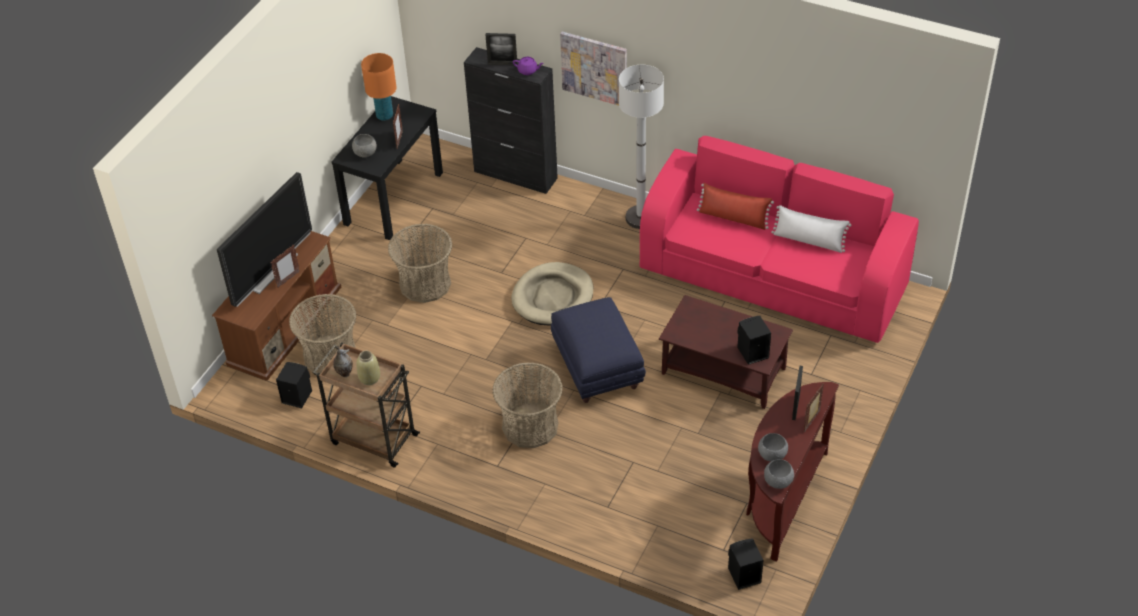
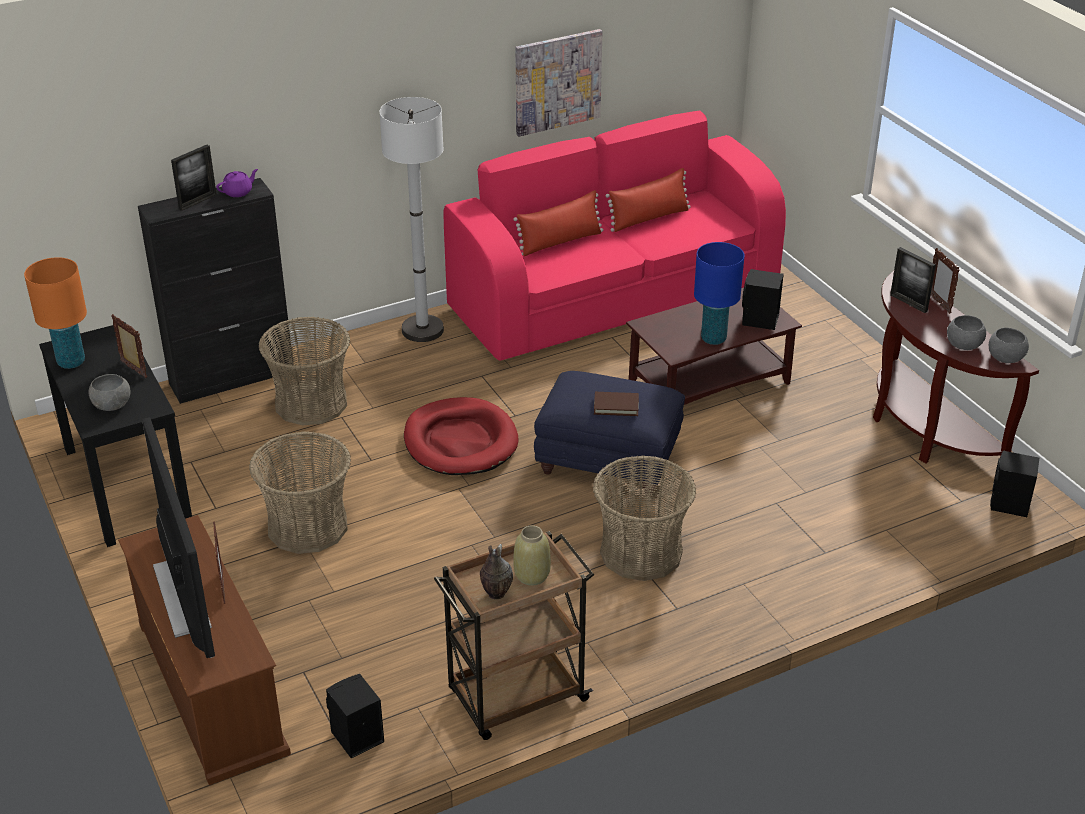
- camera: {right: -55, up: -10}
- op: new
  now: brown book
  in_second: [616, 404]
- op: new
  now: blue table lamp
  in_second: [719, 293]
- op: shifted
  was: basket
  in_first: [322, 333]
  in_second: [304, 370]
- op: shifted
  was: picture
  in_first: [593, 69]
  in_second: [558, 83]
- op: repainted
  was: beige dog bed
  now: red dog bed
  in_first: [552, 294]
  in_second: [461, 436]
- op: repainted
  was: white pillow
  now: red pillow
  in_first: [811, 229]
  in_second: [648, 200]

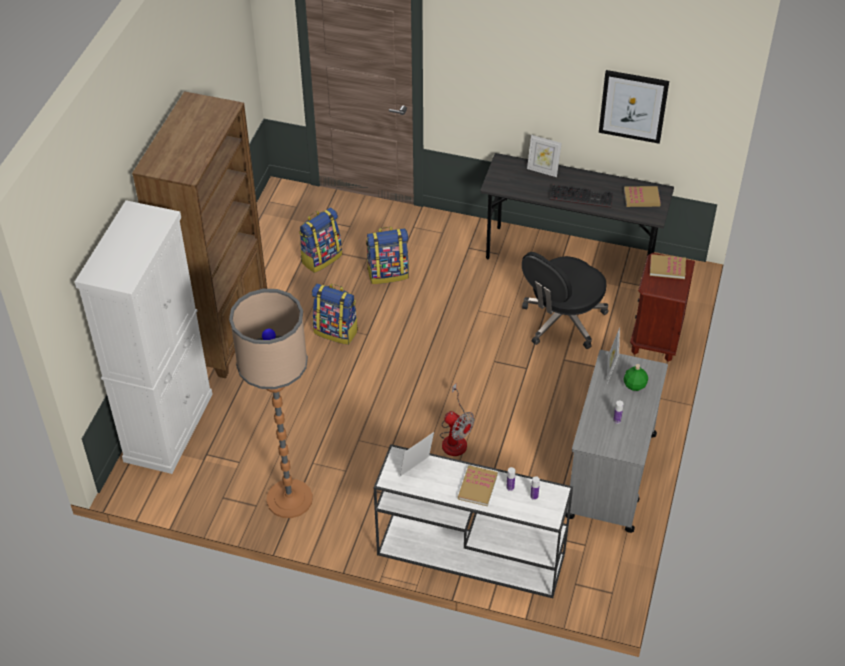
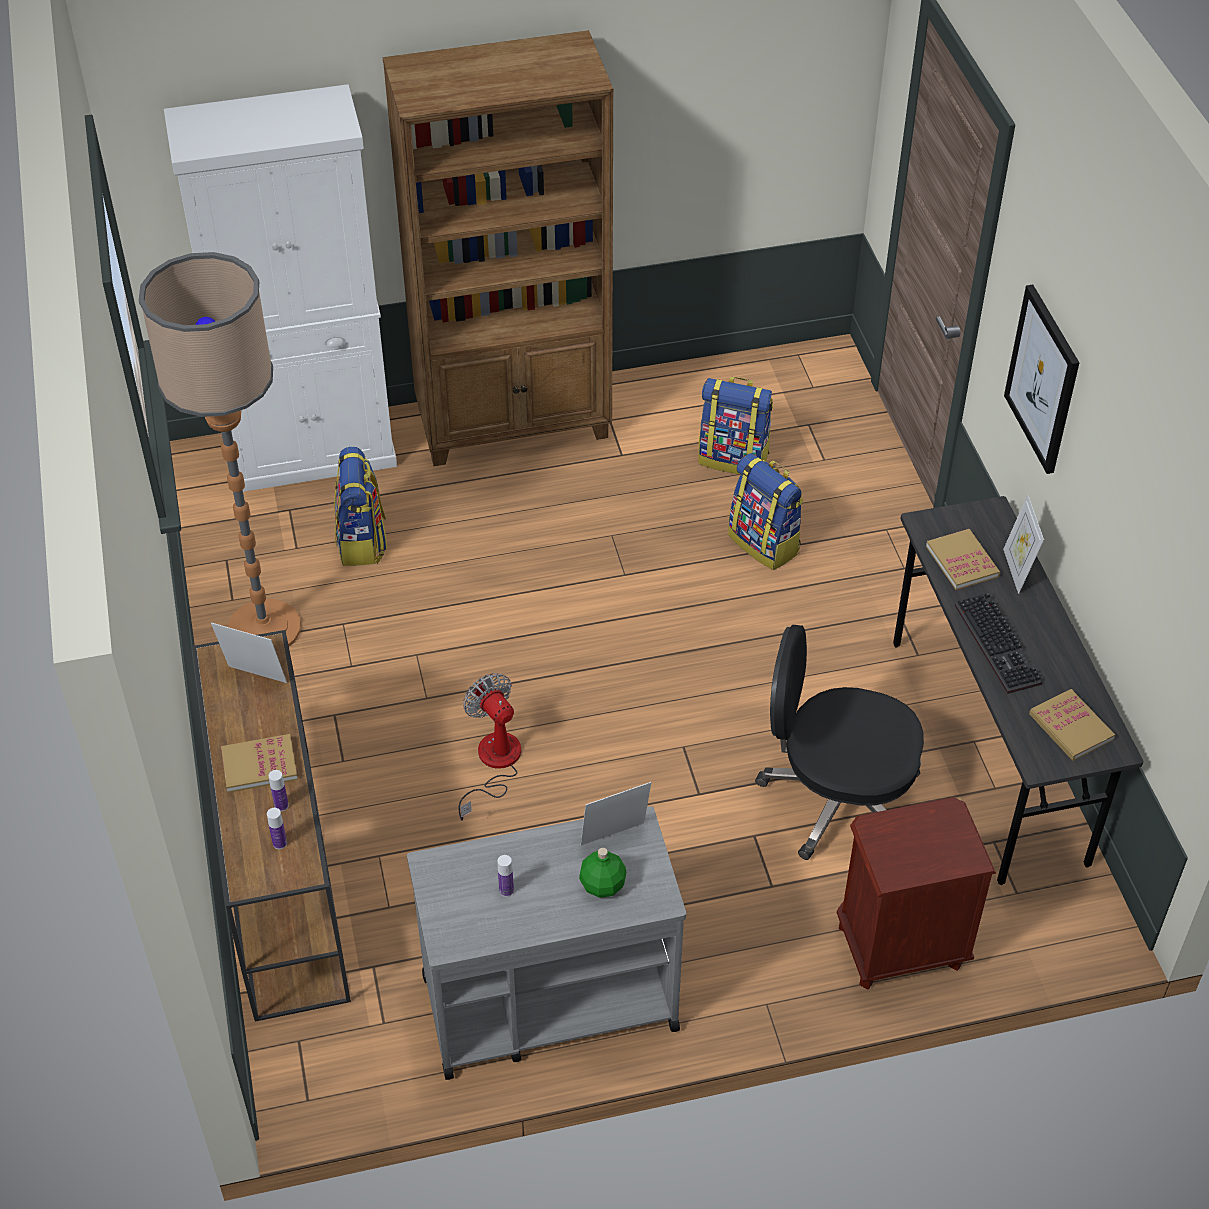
- camera: {right: 60, up: 0}
- op: shifted
  was: backpack
  in_first: [335, 314]
  in_second: [360, 506]
- op: shifted
  was: picture
  in_first: [634, 107]
  in_second: [1041, 379]
- op: shifted
  was: book
  in_first: [668, 266]
  in_second: [963, 559]
- op: repainted
  was: white console table
  now: brown console table
  in_first: [473, 521]
  in_second: [271, 826]
- op: rotated
  was: fan
  in_first: [457, 419]
  in_second: [490, 747]
  clockwise: 135

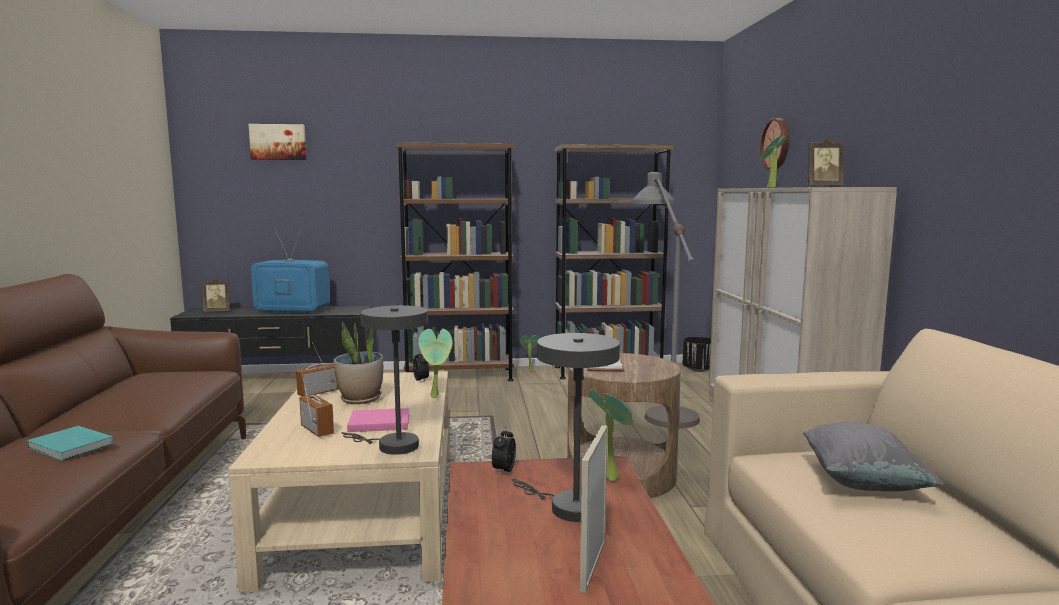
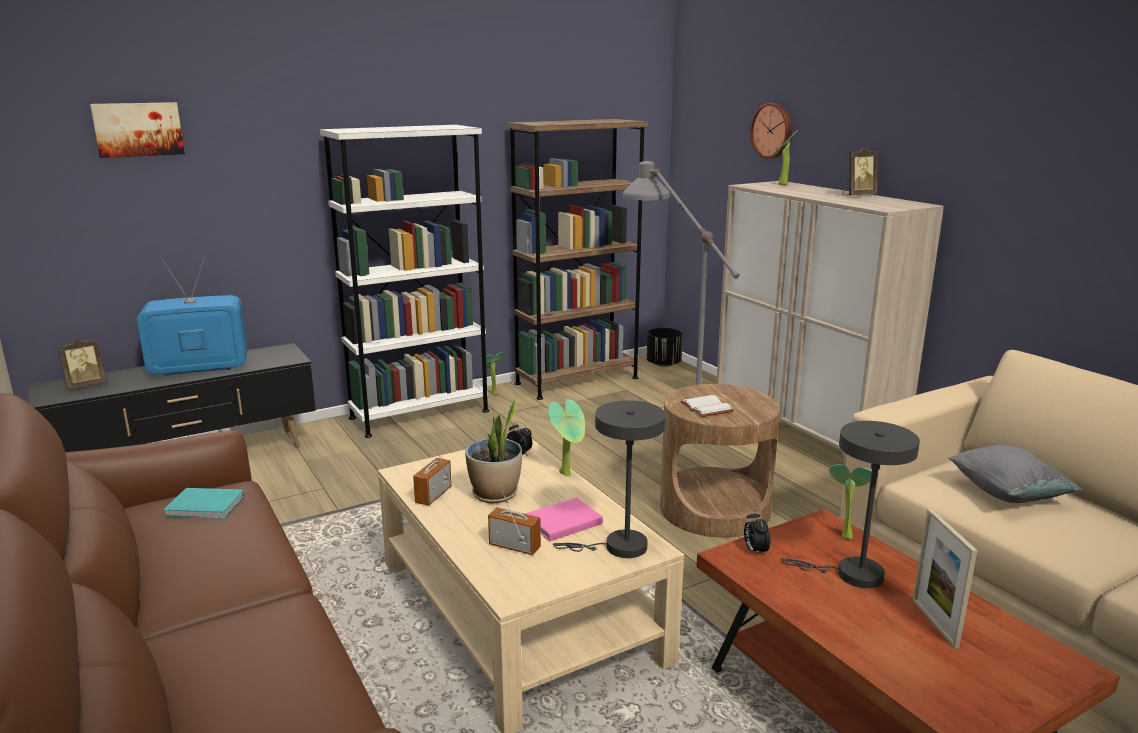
- camera: {right: -25, up: 10}
- op: shifted
  was: turquoise book
  in_first: [70, 443]
  in_second: [203, 503]
- op: repainted
  was: brown bookcase
  now: white bookcase
  in_first: [455, 262]
  in_second: [404, 281]

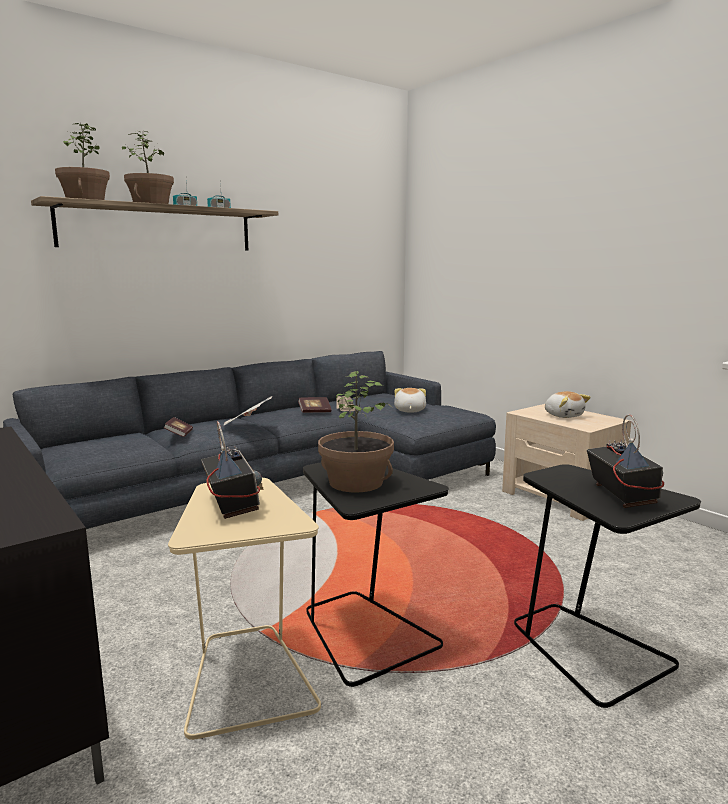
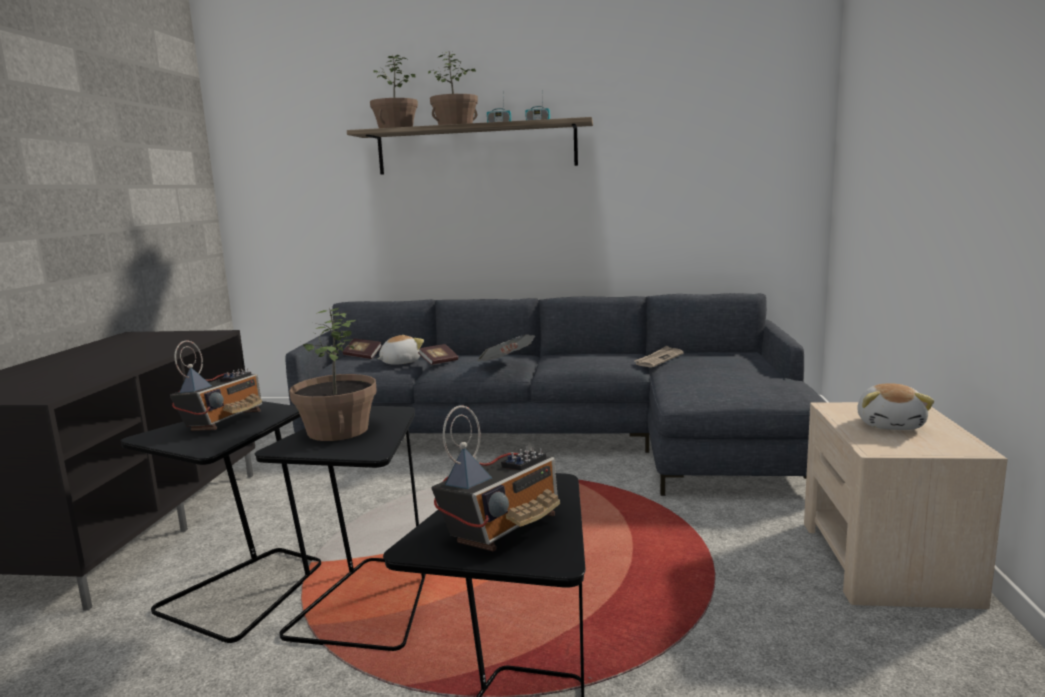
- camera: {right: 45, up: 0}
- op: shifted
  was: book
  in_first: [315, 405]
  in_second: [362, 349]
- op: shifted
  was: plush toy
  in_first: [410, 400]
  in_second: [401, 350]
- op: repainted
  was: beige side table
  now: black side table
  in_first: [244, 609]
  in_second: [221, 522]

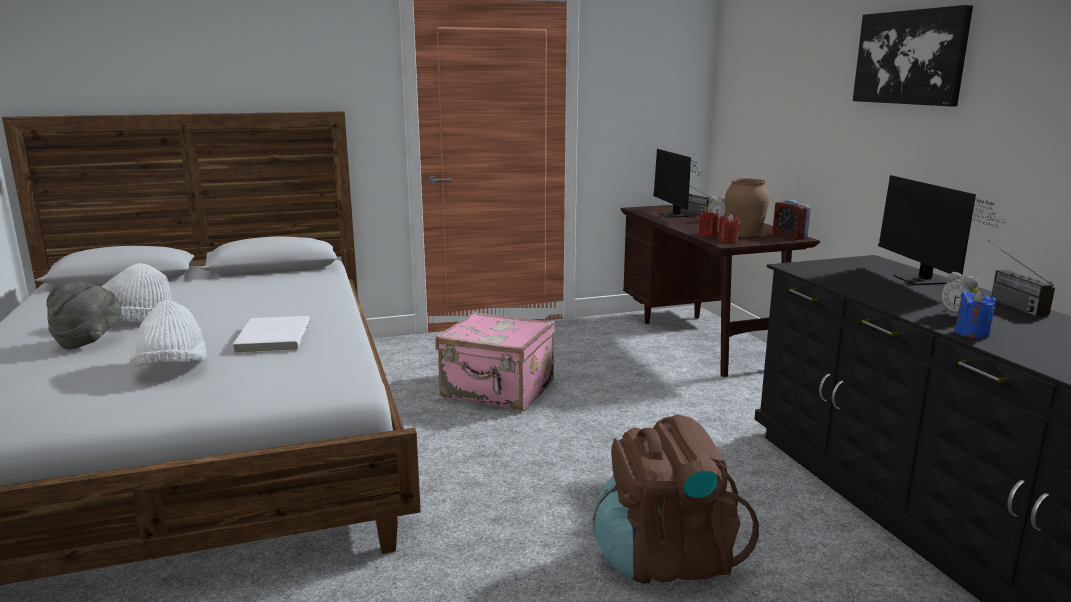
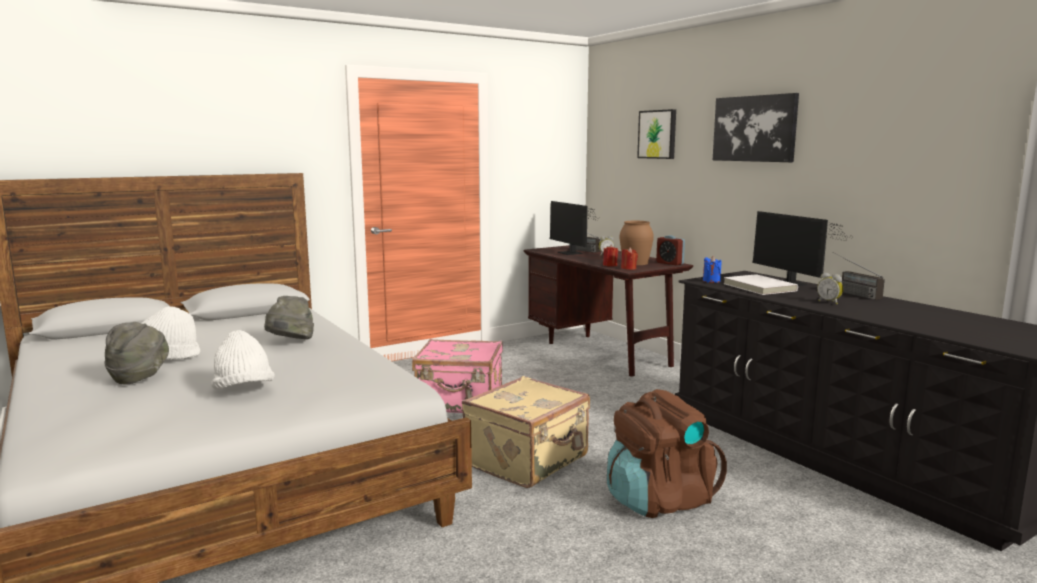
- camera: {right: -15, up: -5}
- op: new
  now: grey hat
  in_second: [289, 317]
- op: new
  now: beige suitcase
  in_second: [526, 432]
- op: new
  now: picture
  in_second: [656, 134]
- op: shifted
  was: white book
  in_first: [271, 335]
  in_second: [761, 284]
- op: shifted
  was: blue candle
  in_first: [975, 314]
  in_second: [712, 269]

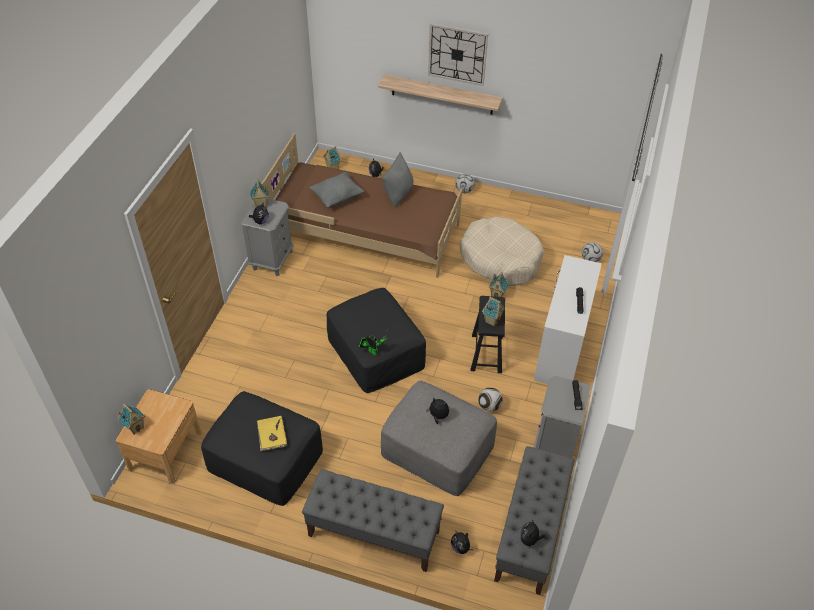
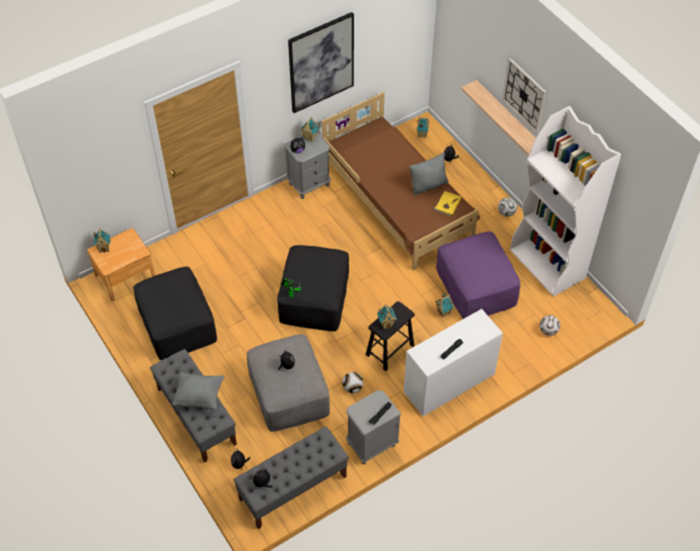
- camera: {right: 40, up: 5}
- op: new
  now: picture
  in_second: [321, 62]
- op: new
  now: white bookcase
  in_second: [565, 201]
- op: shifted
  was: yellow book
  in_first: [272, 433]
  in_second: [447, 203]
- op: shifted
  was: grey pillow
  in_first: [336, 189]
  in_second: [198, 391]
- op: swapped
  was: beige dog bed
  now: purple ottoman
  in_first: [502, 251]
  in_second: [478, 275]

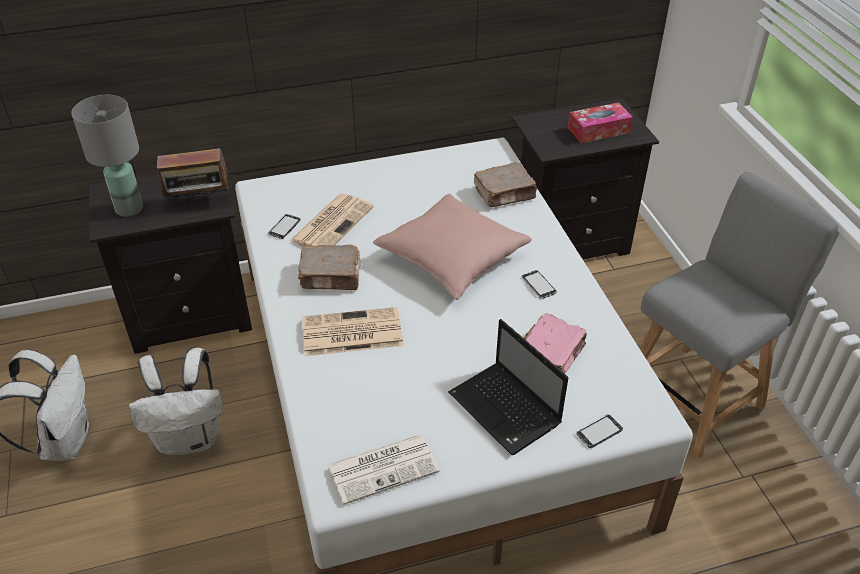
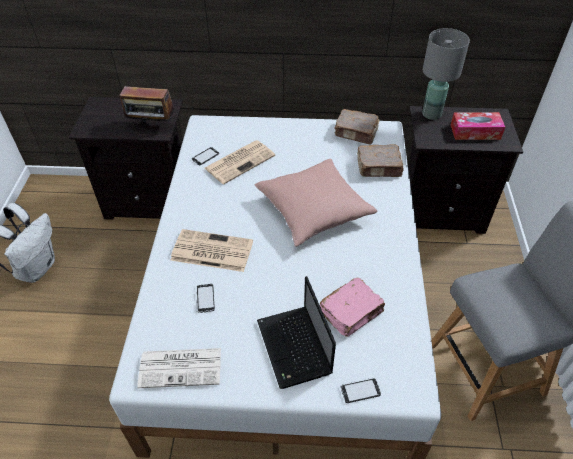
- camera: {right: 20, up: 5}
- op: gone
  was: white backpack
  in_first: [176, 402]
- op: shifted
  was: grey table lamp
  in_first: [107, 156]
  in_second: [446, 74]
- op: shifted
  was: brown book
  in_first: [330, 267]
  in_second: [357, 127]
- op: shifted
  was: phone
  in_first: [539, 284]
  in_second: [205, 298]

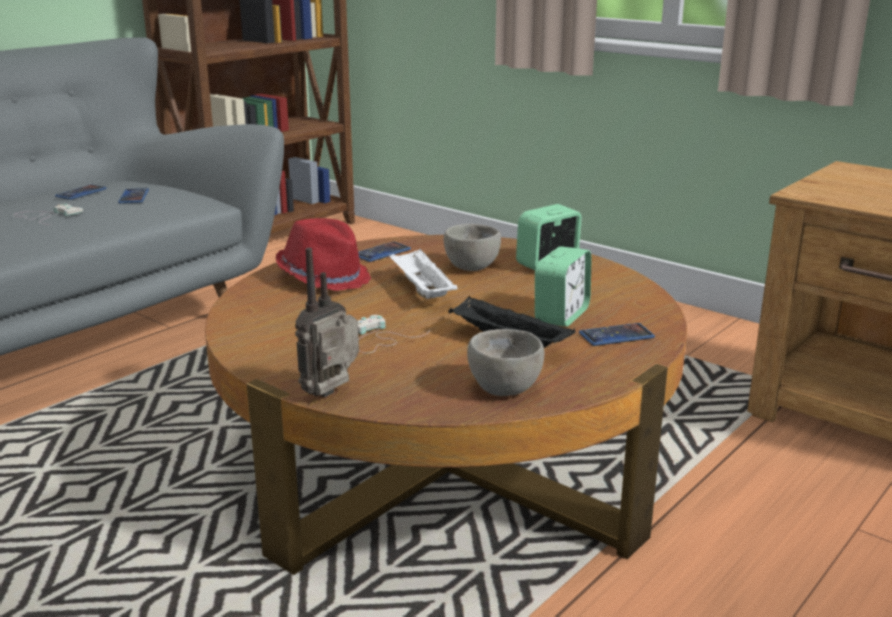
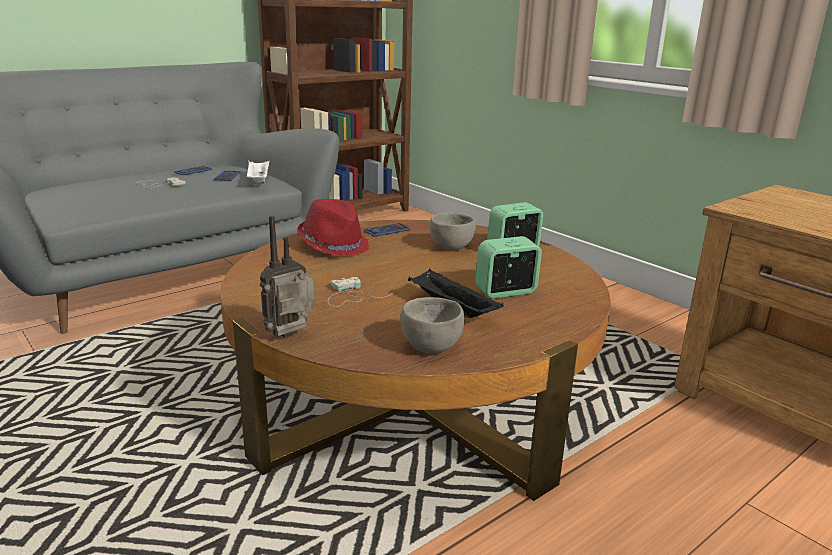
- camera: {right: 10, up: 0}
- op: gone
  was: phone
  in_first: [617, 334]
- op: shifted
  was: white tray
  in_first: [423, 273]
  in_second: [258, 172]
- op: rotated
  was: alarm clock
  in_first: [563, 286]
  in_second: [508, 267]
  clockwise: -150

